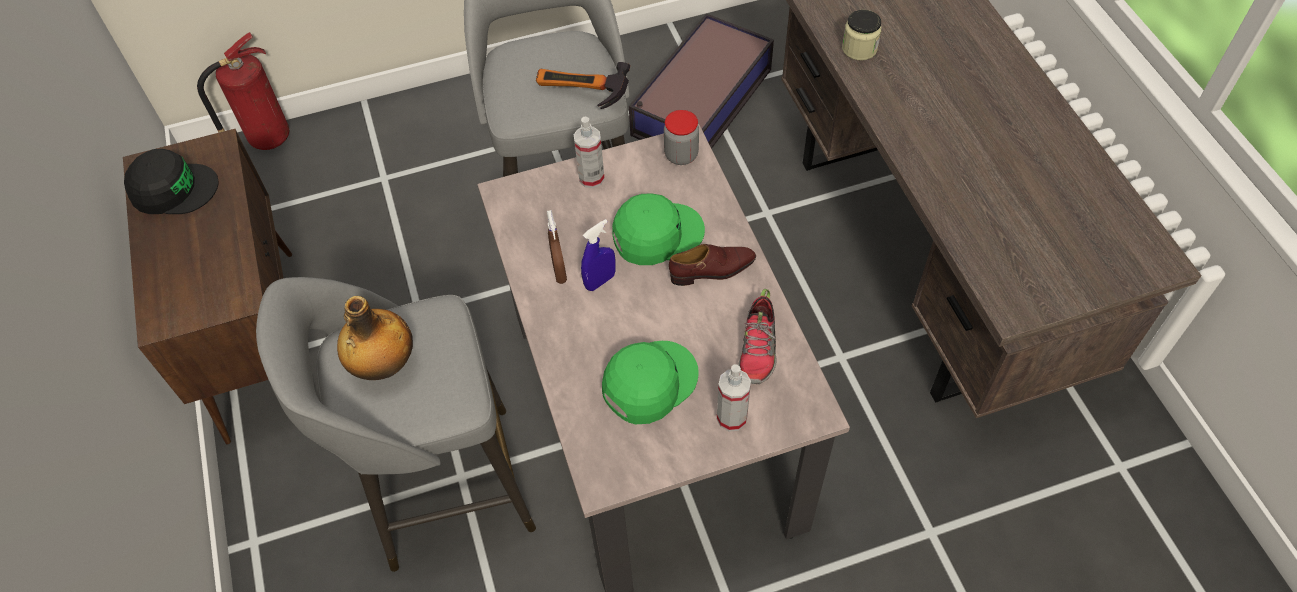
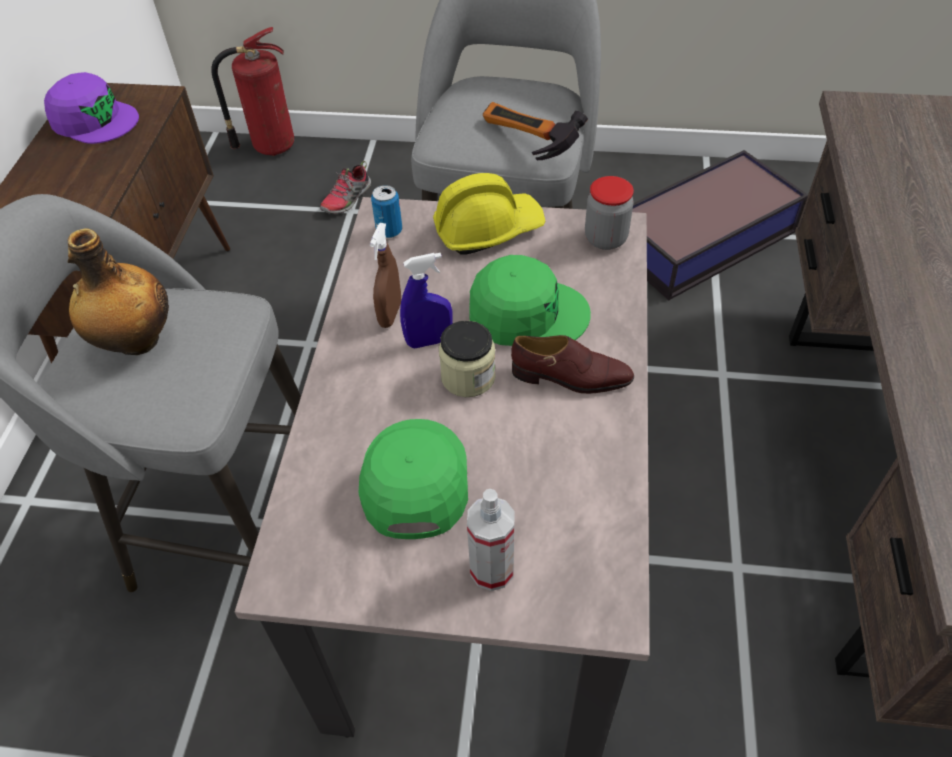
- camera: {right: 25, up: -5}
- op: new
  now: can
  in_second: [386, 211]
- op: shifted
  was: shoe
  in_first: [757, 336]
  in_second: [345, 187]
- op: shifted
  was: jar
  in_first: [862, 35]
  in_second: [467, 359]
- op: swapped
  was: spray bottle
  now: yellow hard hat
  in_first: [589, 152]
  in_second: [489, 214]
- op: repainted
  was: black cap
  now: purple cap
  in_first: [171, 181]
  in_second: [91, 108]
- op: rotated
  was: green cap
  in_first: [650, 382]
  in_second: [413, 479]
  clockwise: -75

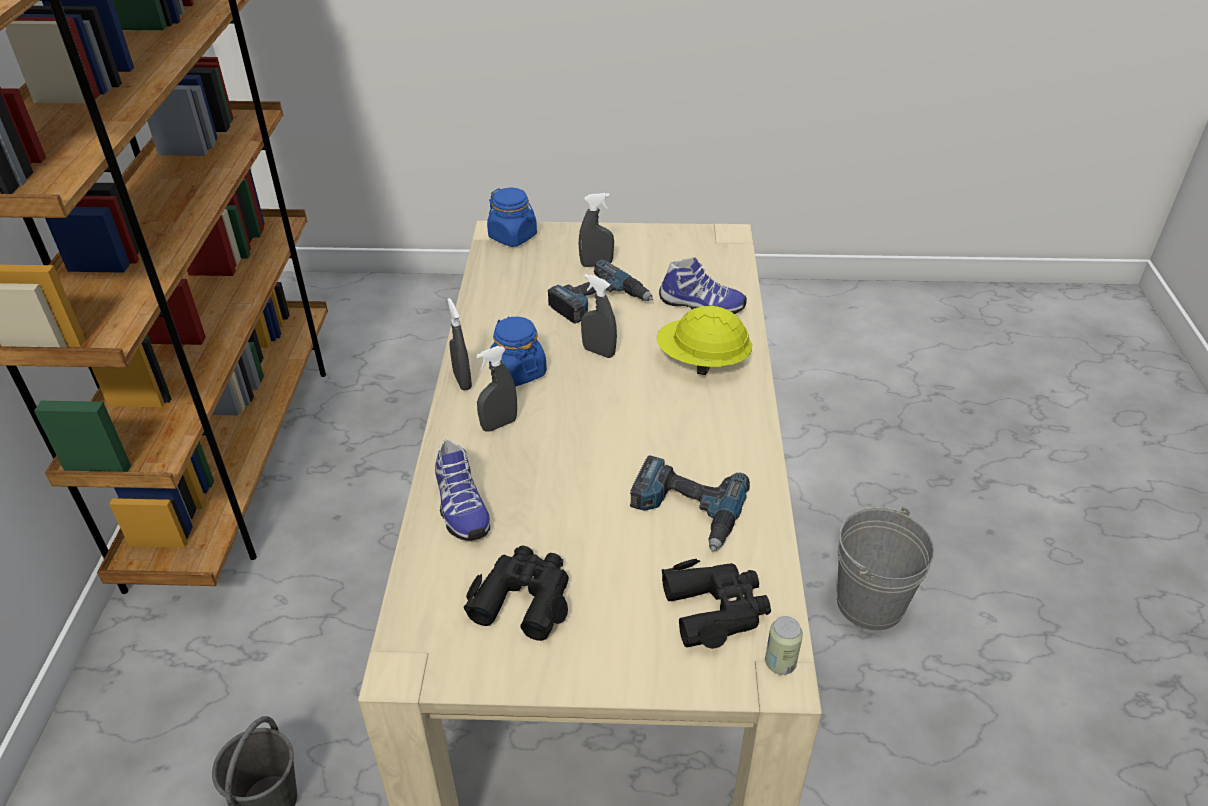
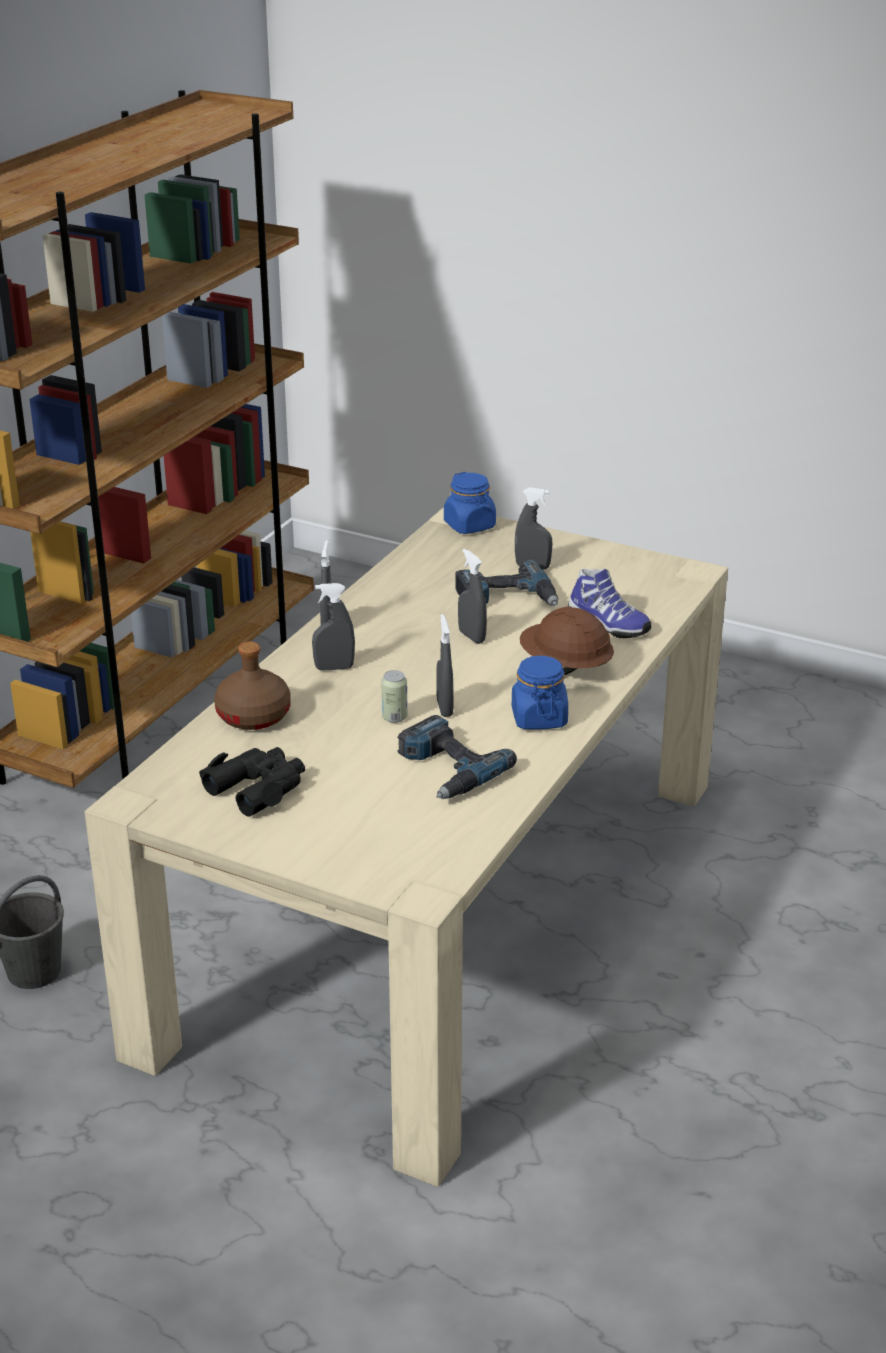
- camera: {right: 25, up: -10}
- op: gone
  was: black binoculars
  in_first: [716, 604]
- op: gone
  was: grey bucket
  in_first: [886, 568]
- op: new
  now: grey spray bottle
  in_second: [444, 665]
- op: shifted
  was: blue jar
  in_first: [518, 351]
  in_second: [540, 692]
- op: shifted
  was: can
  in_first: [784, 645]
  in_second: [394, 696]
- op: swapped
  was: shoe
  now: brown bottle
  in_first: [462, 490]
  in_second: [252, 686]
- op: repainted
  was: yellow hard hat
  now: brown hard hat
  in_first: [704, 340]
  in_second: [567, 640]

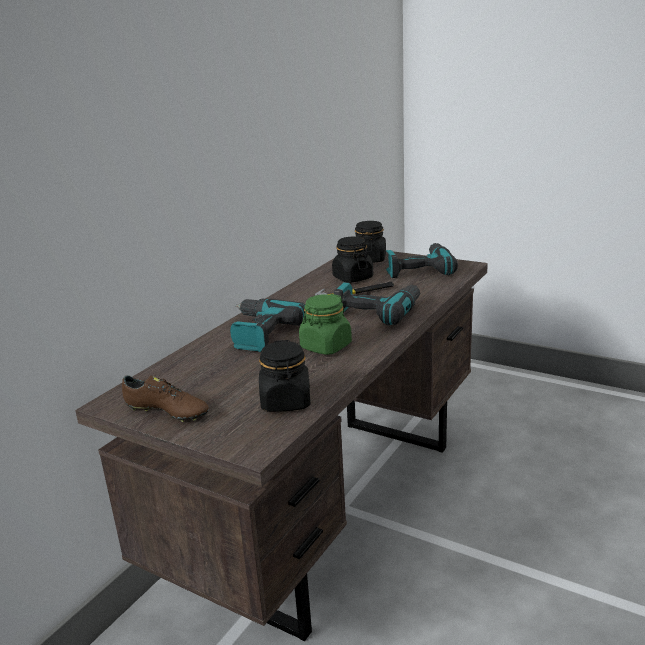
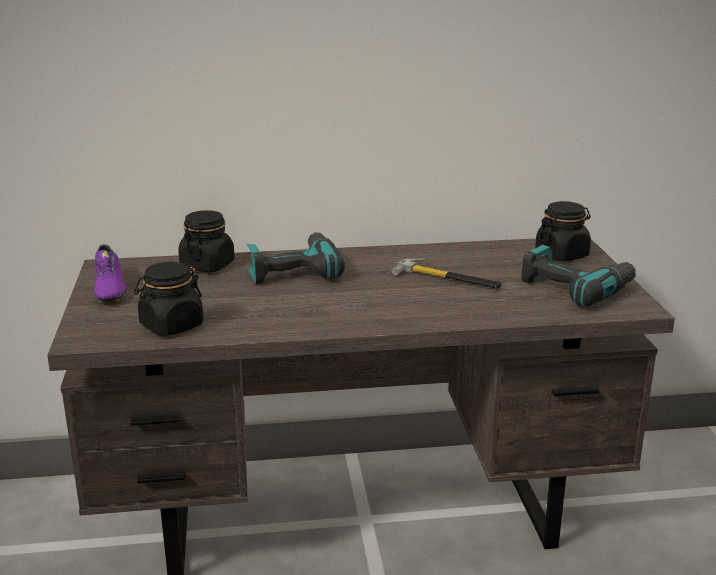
- camera: {right: 50, up: 0}
- op: gone
  was: green jar
  in_first: [325, 324]
- op: gone
  was: power drill
  in_first: [377, 303]
- op: shifted
  was: black jar
  in_first: [352, 259]
  in_second: [206, 241]
- op: repainted
  was: brown shoe
  now: purple shoe
  in_first: [165, 398]
  in_second: [110, 273]

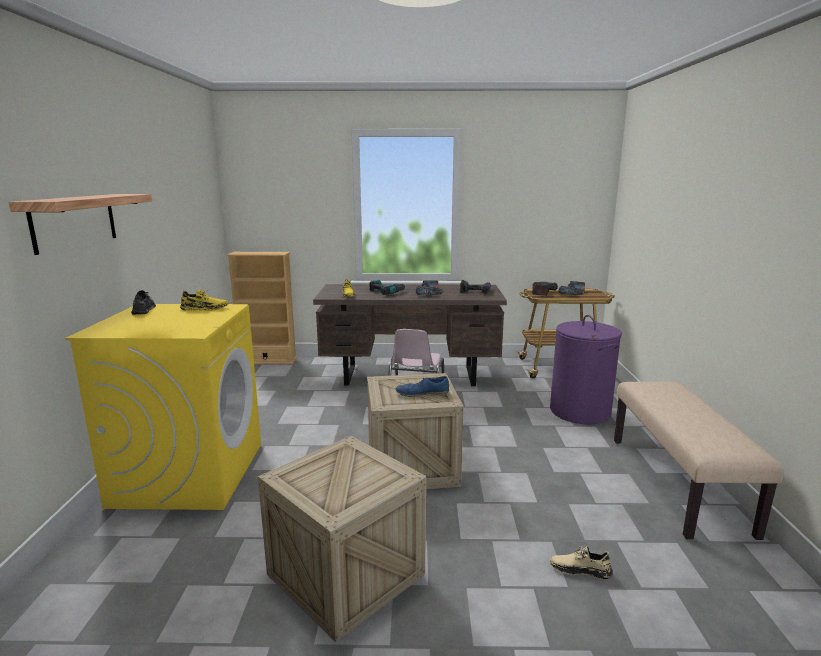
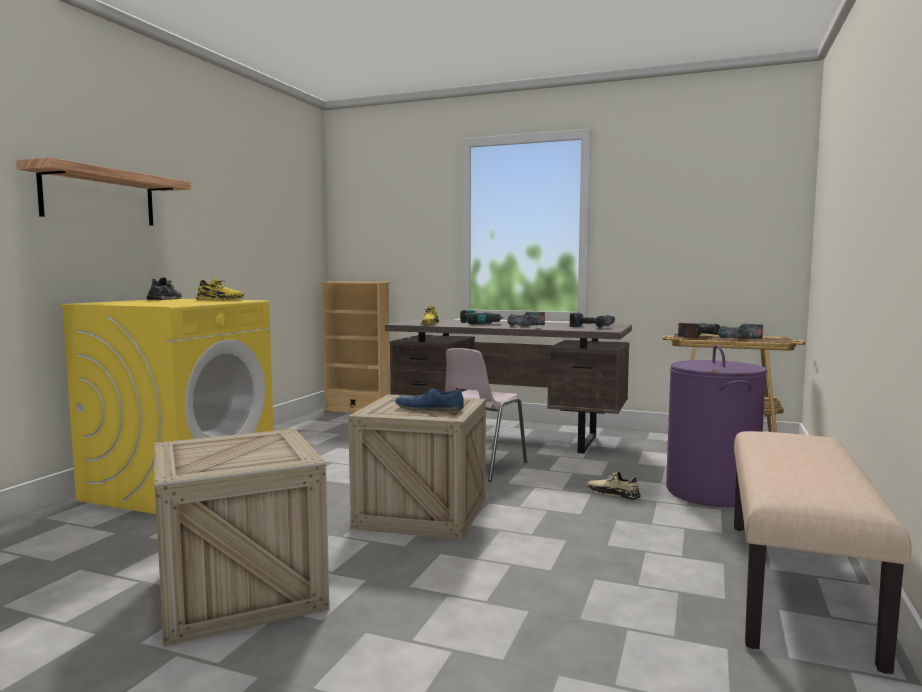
- camera: {right: 20, up: -10}
- op: shifted
  was: beige shoe
  in_first: [581, 562]
  in_second: [614, 485]

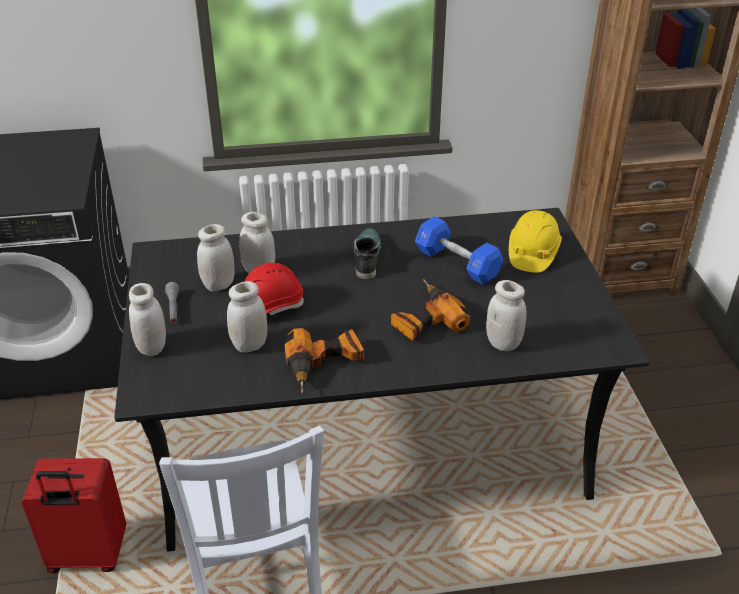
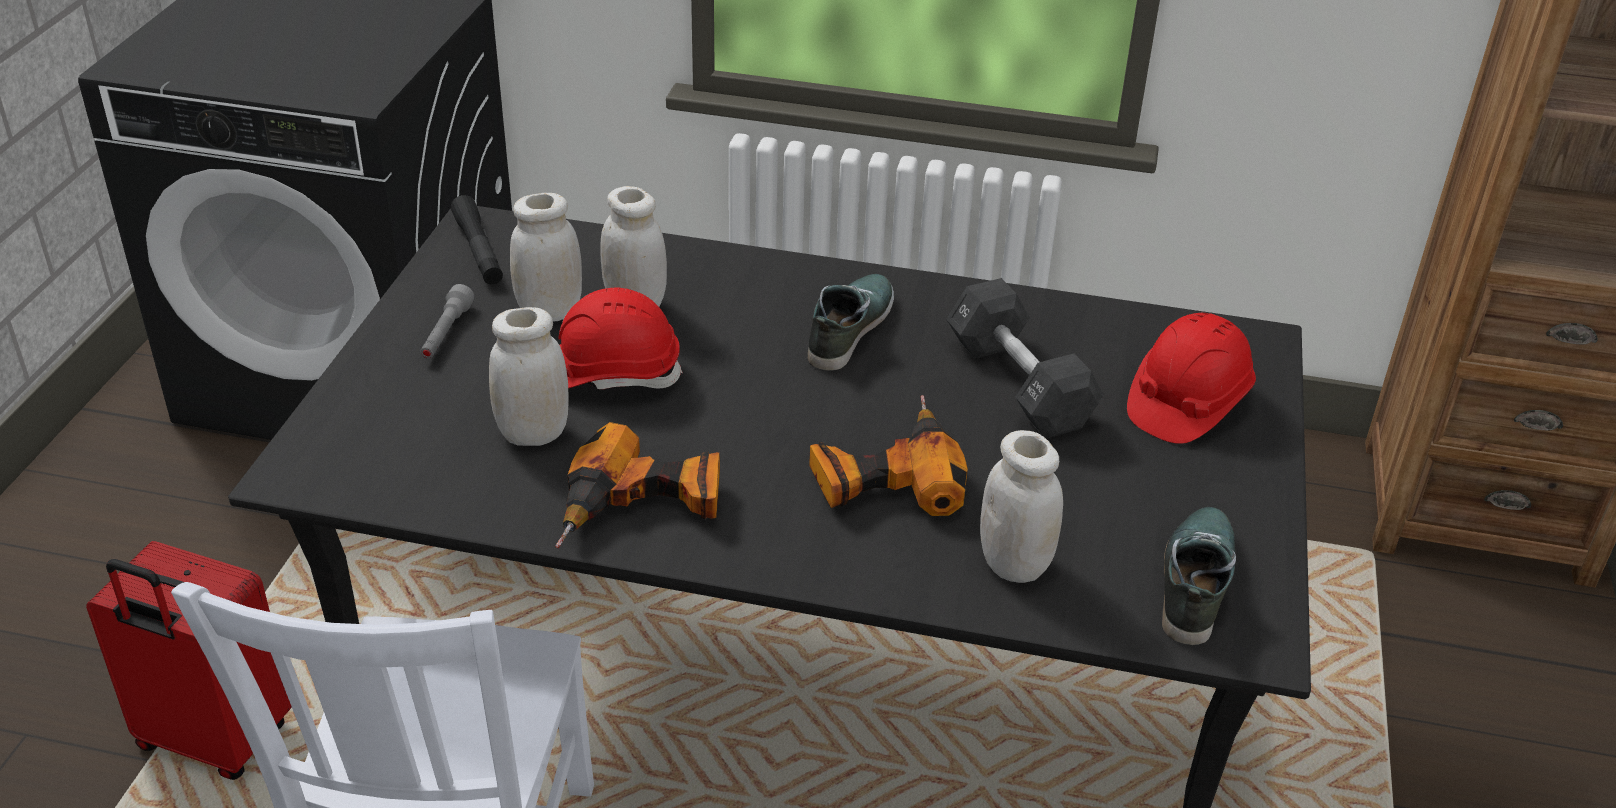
- camera: {right: 20, up: 0}
- op: gone
  was: white jar
  in_first: [147, 319]
- op: new
  now: black flashlight
  in_second: [477, 240]
- op: new
  now: shoe
  in_second: [1199, 576]
- op: repainted
  was: blue dumbbell
  now: black dumbbell
  in_first: [459, 250]
  in_second: [1025, 358]
- op: repainted
  was: yellow hard hat
  now: red hard hat
  in_first: [535, 241]
  in_second: [1191, 378]

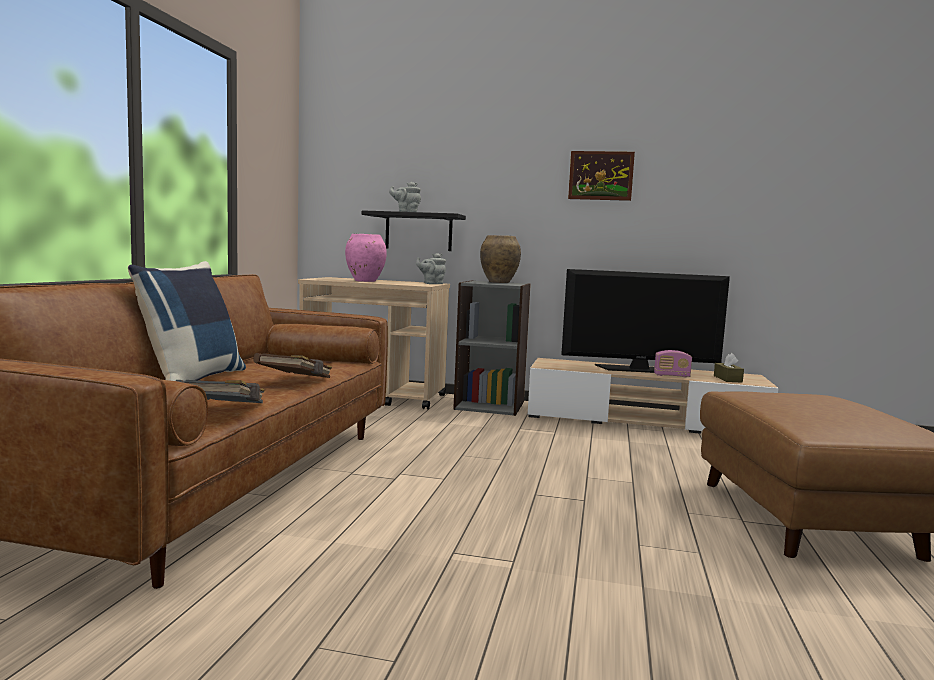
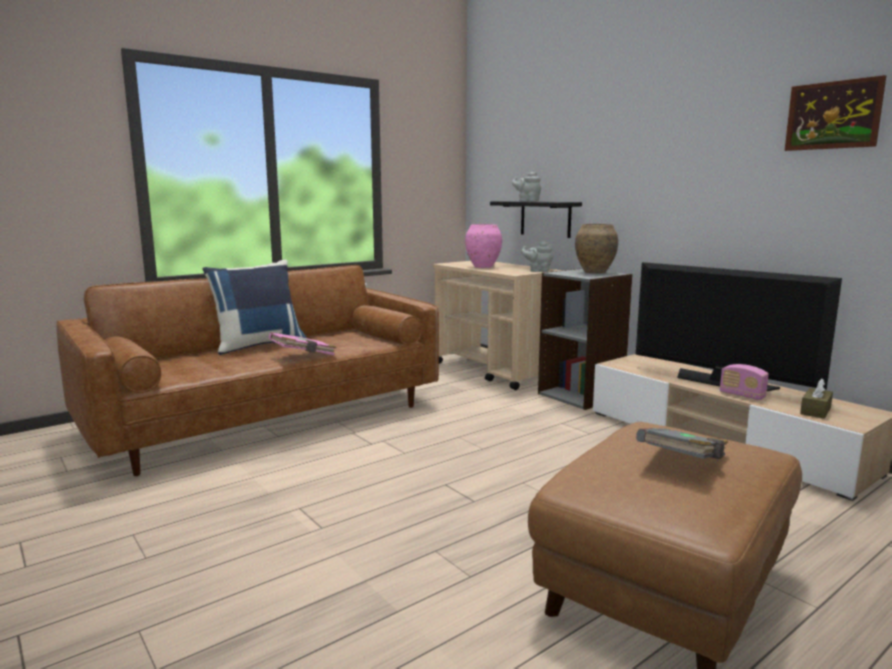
- camera: {right: 40, up: 5}
- op: shifted
  was: grey book
  in_first: [220, 391]
  in_second: [682, 443]
- op: shifted
  was: picture
  in_first: [601, 176]
  in_second: [835, 113]
- op: repainted
  was: brown book
  now: pink book
  in_first: [292, 365]
  in_second: [303, 343]

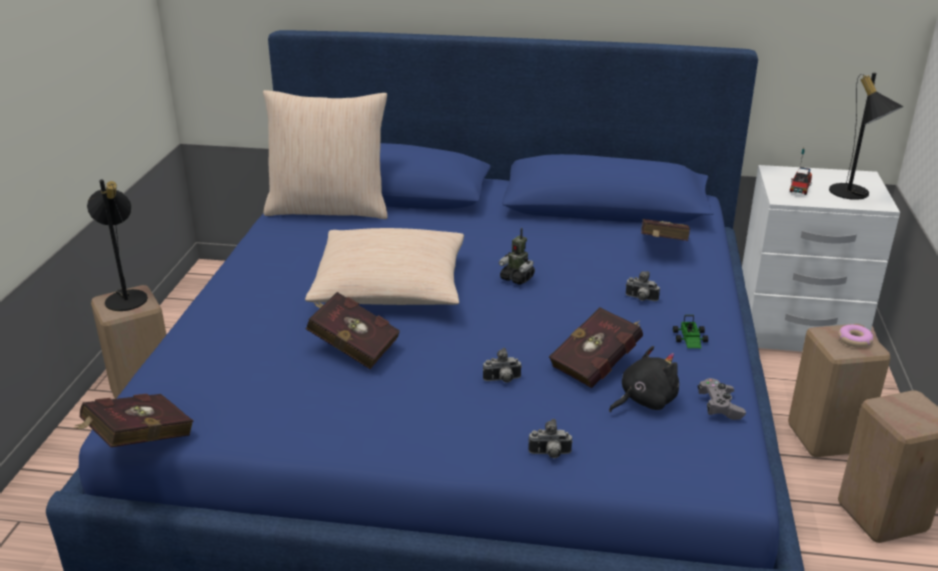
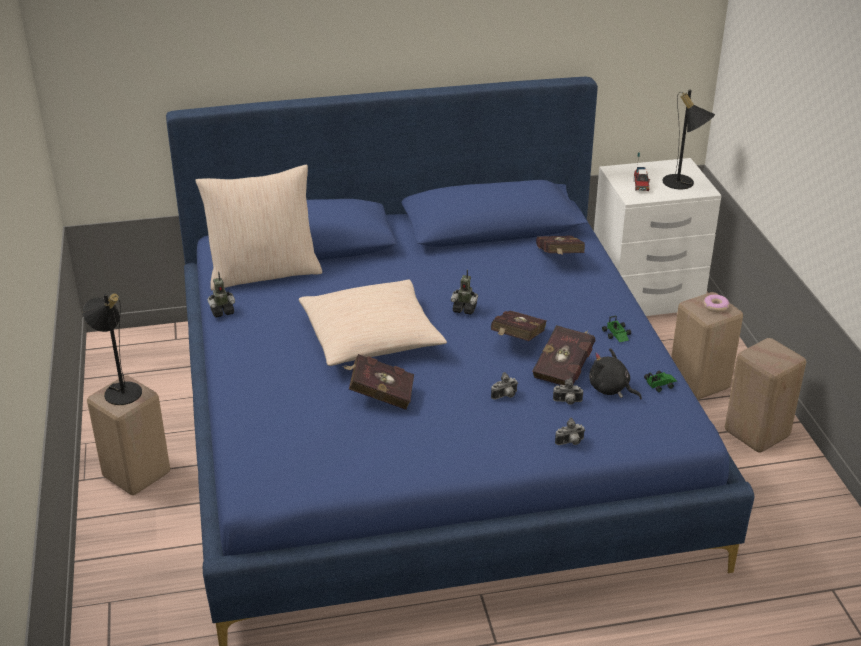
- camera: {right: -20, up: 5}
- op: new
  now: toy robot
  in_second: [221, 294]
- op: shifted
  was: red book
  in_first: [134, 420]
  in_second: [519, 326]
- op: shifted
  was: photo camera
  in_first: [643, 286]
  in_second: [568, 391]
- op: swapped
  was: grey game controller
  now: toy car
  in_first: [722, 399]
  in_second: [660, 381]
- op: rotated
  was: black plush toy
  in_first: [644, 379]
  in_second: [615, 373]
  clockwise: -90

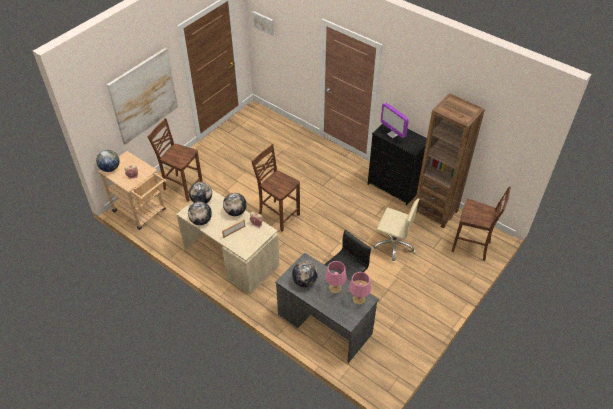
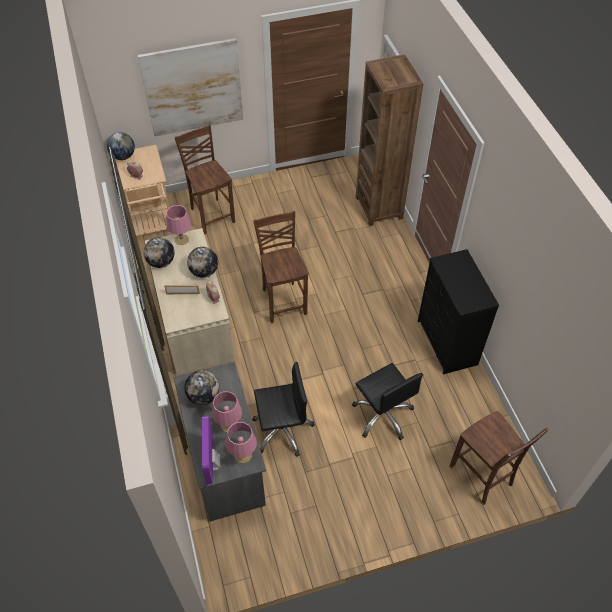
- camera: {right: 35, up: 5}
- op: shifted
  was: monitor
  in_first: [394, 120]
  in_second: [211, 450]
- op: shifted
  was: brown bookcase
  in_first: [450, 161]
  in_second: [389, 140]
- op: swapped
  was: globe
  now: pink table lamp
  in_first: [200, 192]
  in_second: [178, 225]
- op: repainted
  was: beige office chair
  now: black office chair
  in_first: [395, 231]
  in_second: [387, 401]

